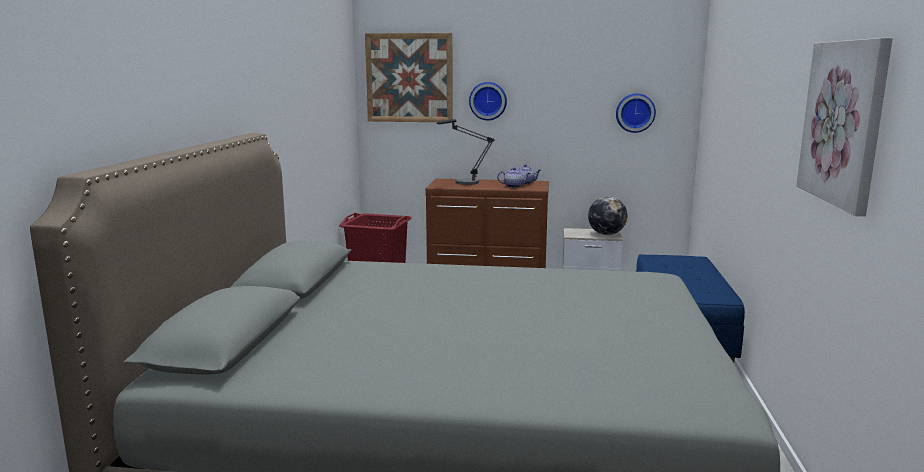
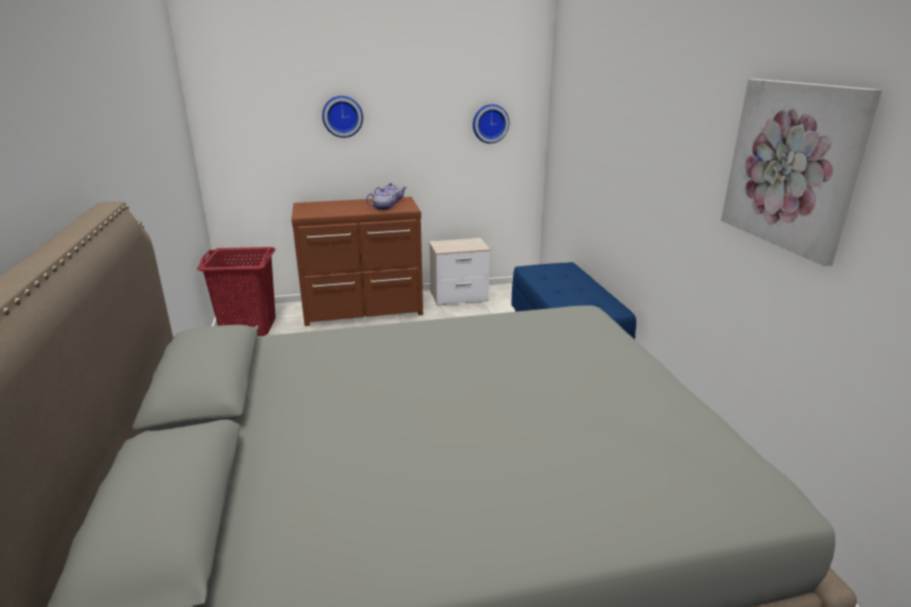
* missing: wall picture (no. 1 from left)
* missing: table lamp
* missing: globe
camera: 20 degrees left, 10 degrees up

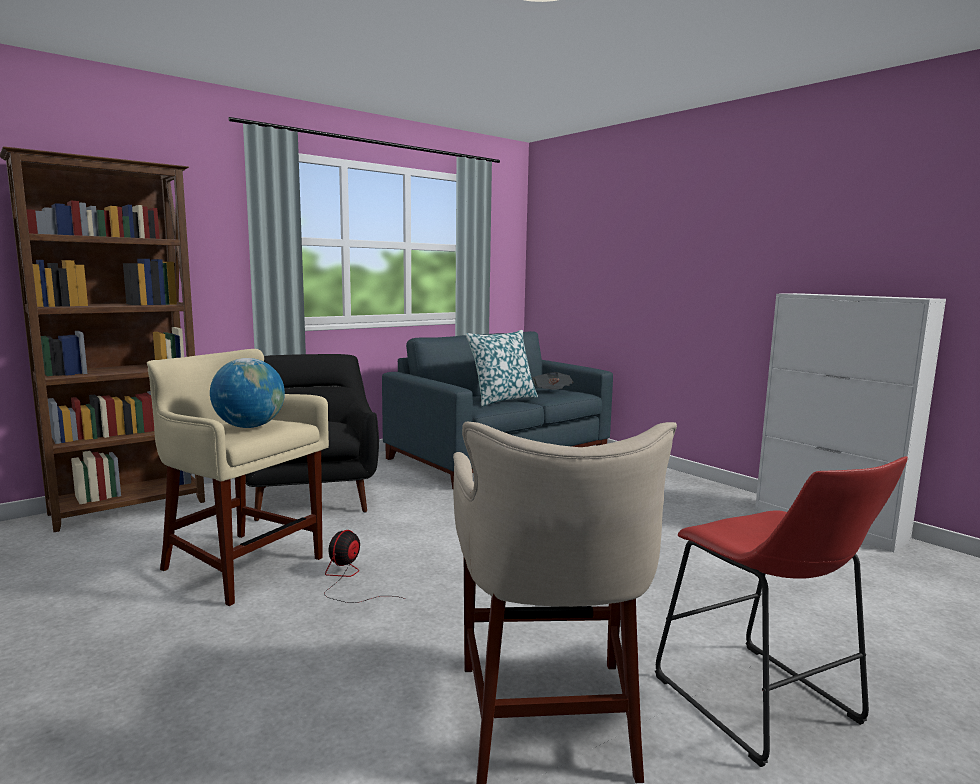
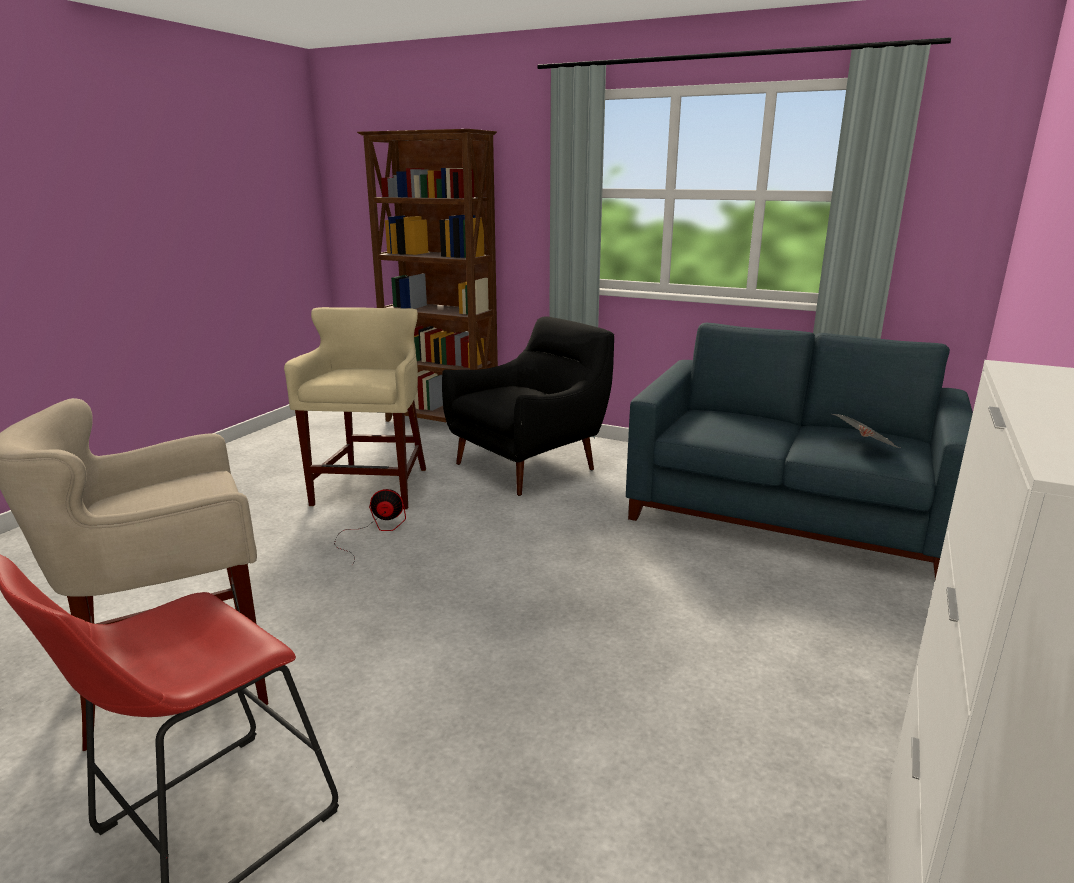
* missing: globe
* missing: pillow
camera: 65 degrees right, 10 degrees up

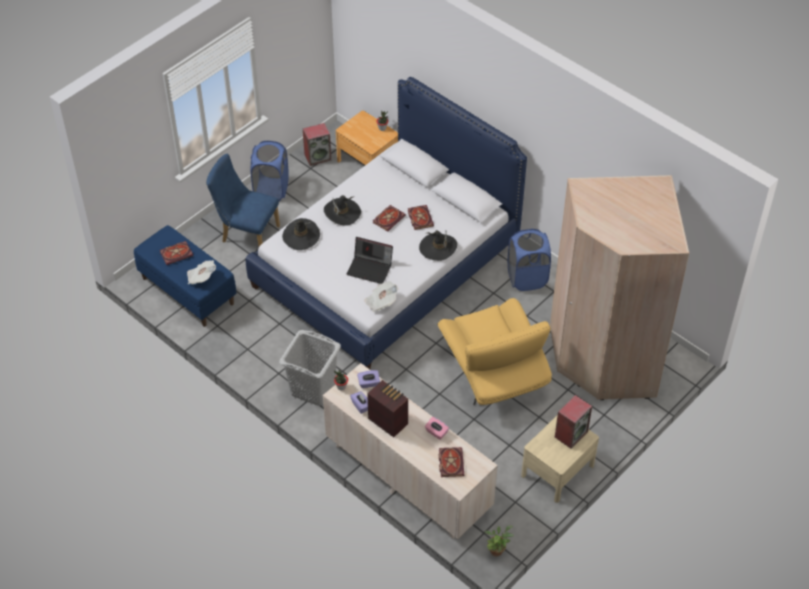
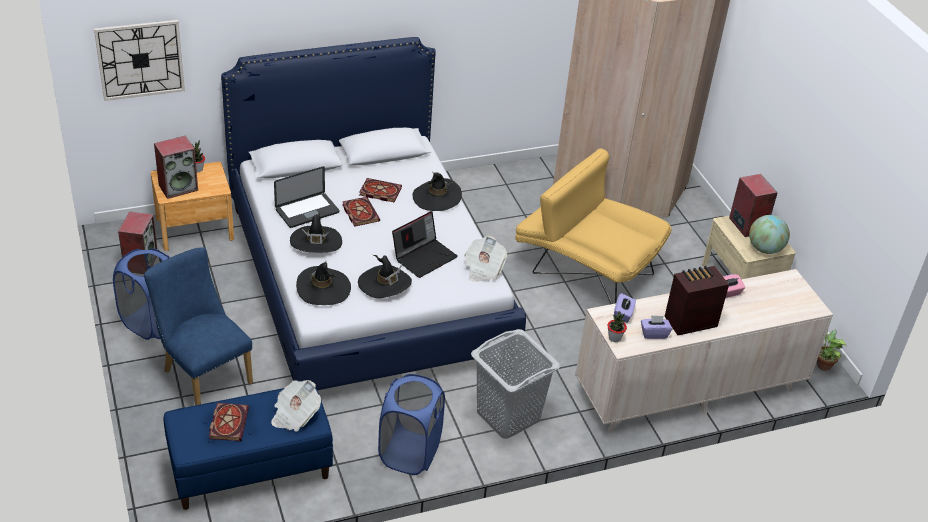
* spun: upright chair/blue 90 degrees clockwise
* spun: lounge chair/yellow-coloured 150 degrees counterclockwise
* missing: book (no. 4 from left)
* relocated: laundry basket/blue (no. 2 from left)
* appeared: clock on the wall
* appeared: speaker (no. 2 from left)
* appeared: portable computer (no. 1 from left)
* appeared: clothing hat/black (no. 3 from left)
* appeared: globe
camera: 65 degrees left, 10 degrees down

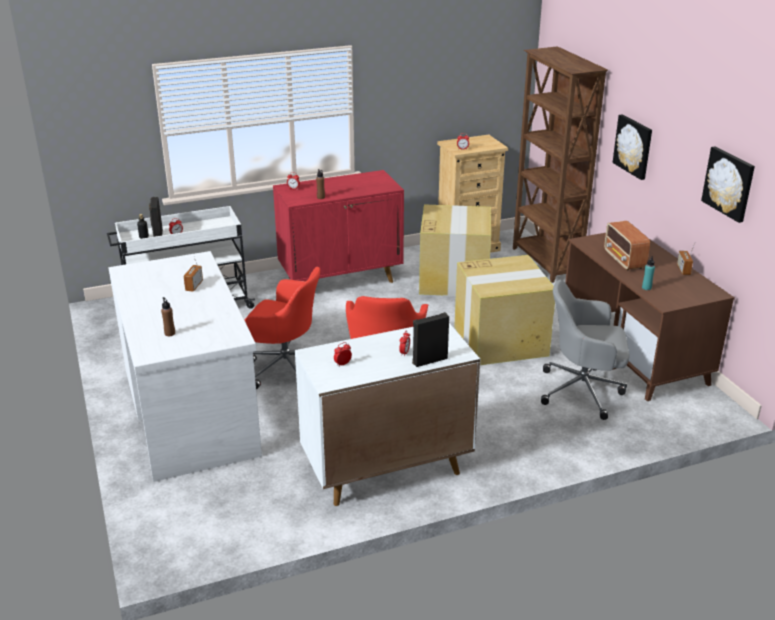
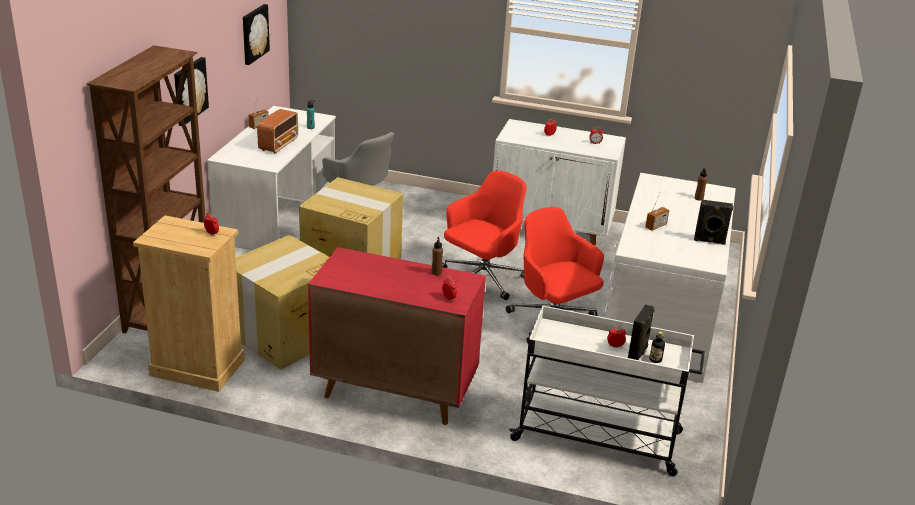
* relocated: speaker/black (no. 2 from left)
* colour: desk unit/brown to desk unit/white-coloured (no. 1 from left)
camera: 145 degrees left, 0 degrees up

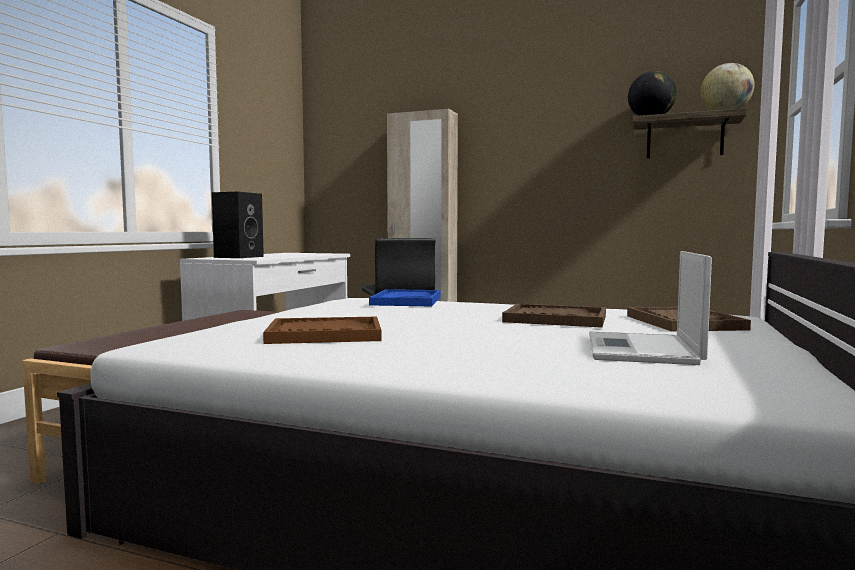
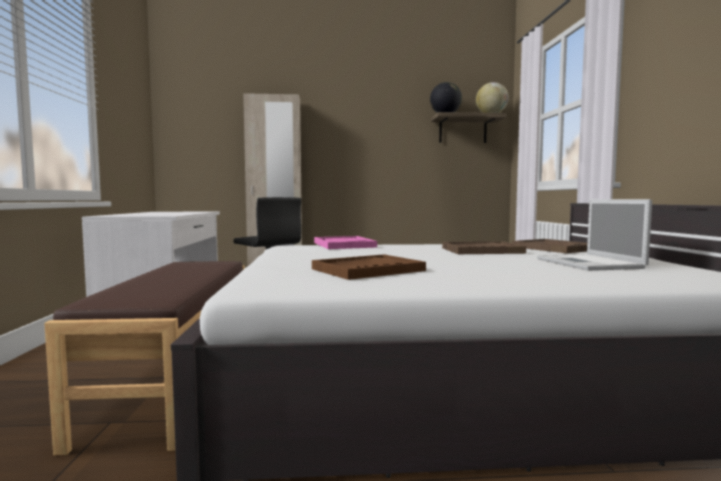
* missing: speaker/black
* colour: carrying tray/blue to carrying tray/pink
camera: 25 degrees left, 0 degrees up

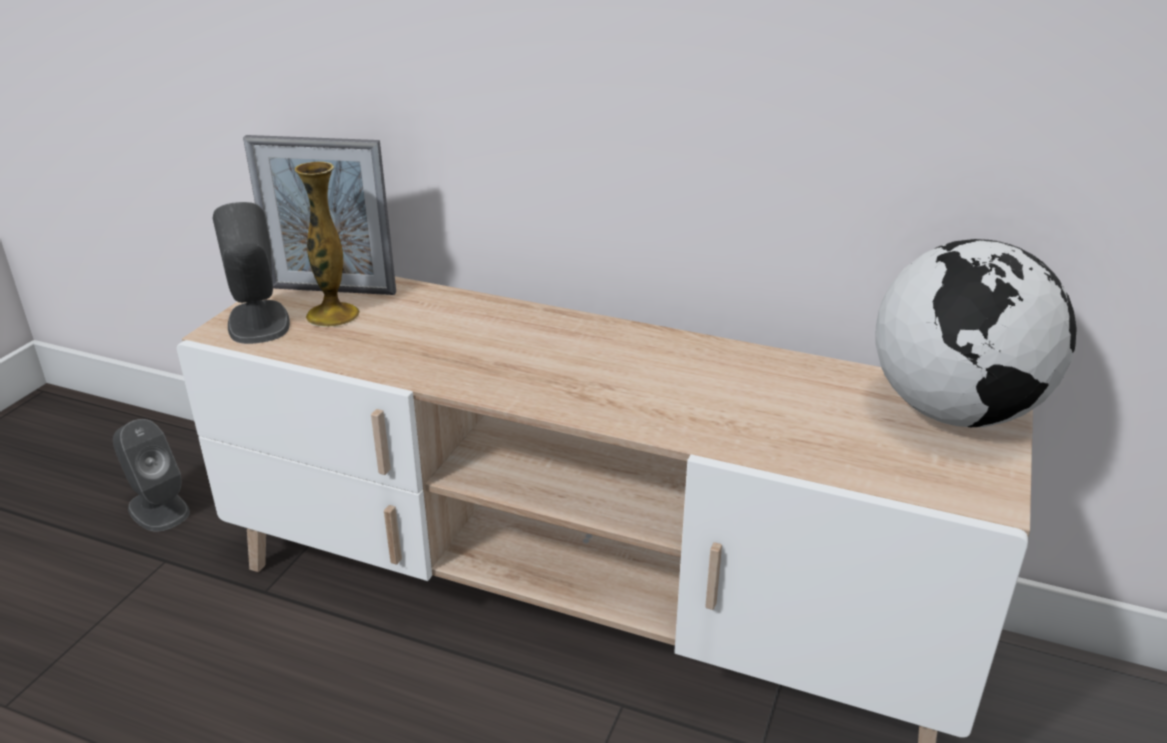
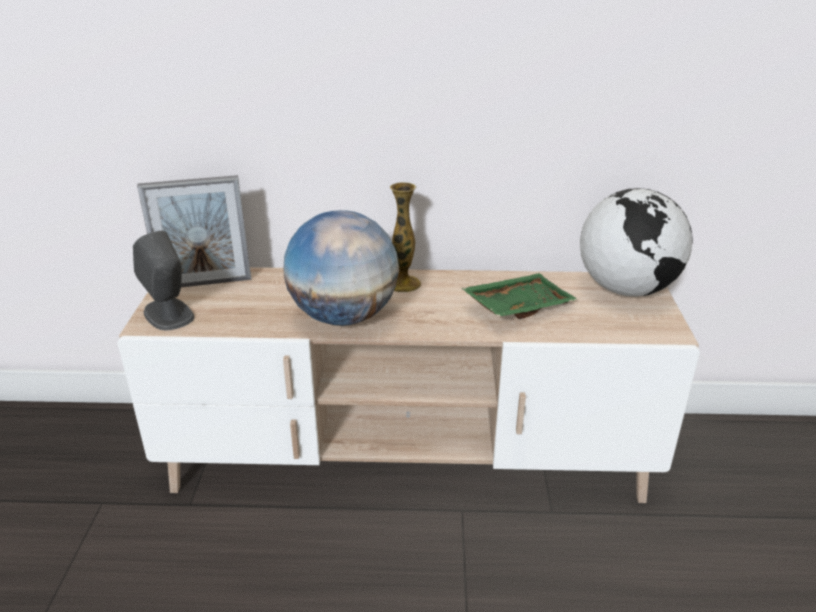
* missing: speaker/greyish (no. 1 from left)
* relocated: vase
* appeared: globe (no. 1 from left)
* appeared: carrying tray/greenish
camera: 20 degrees left, 0 degrees up

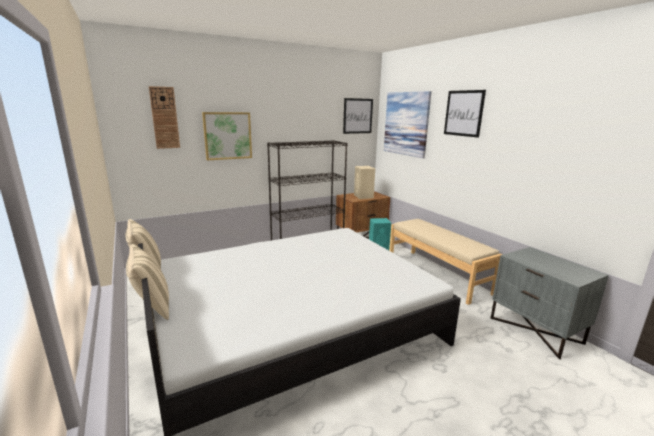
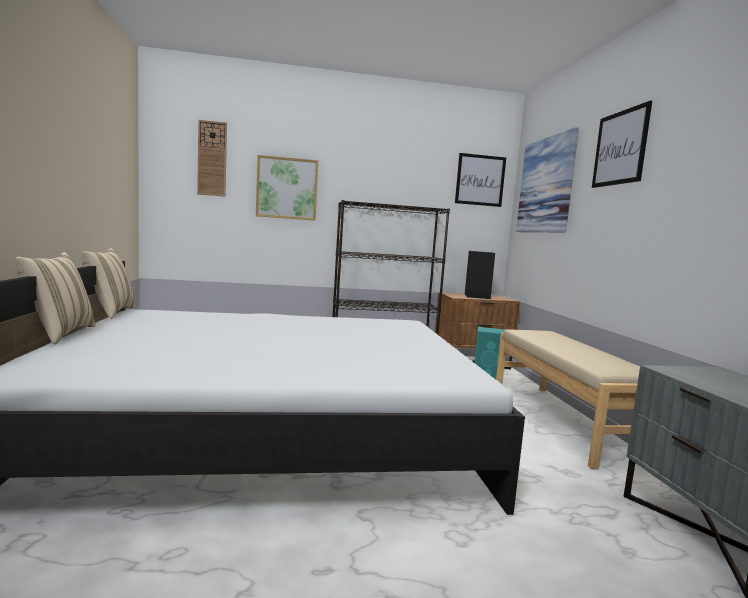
* colour: speaker/sand-coloured to speaker/black
camera: 20 degrees right, 10 degrees down

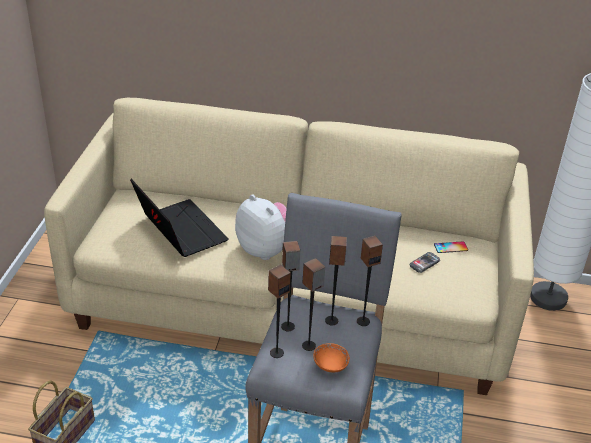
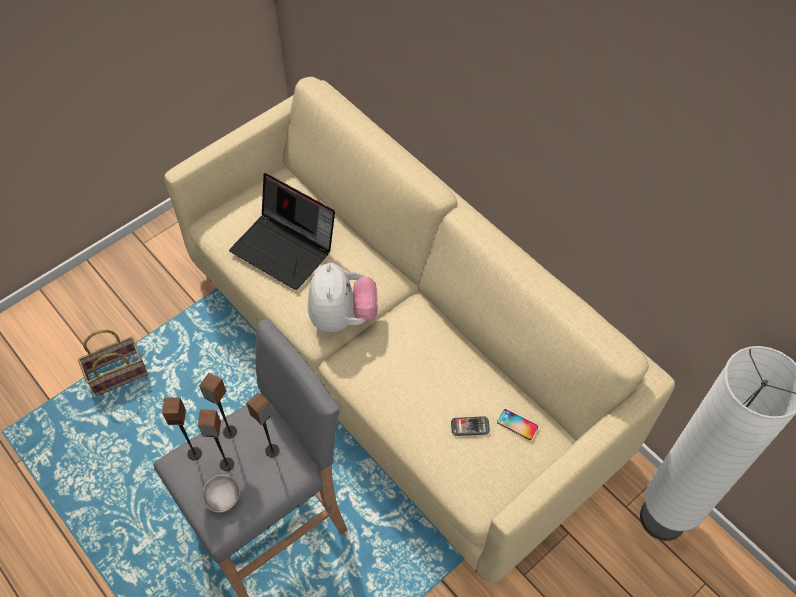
* spun: portable computer 120 degrees clockwise
* colour: serving bowl/orange to serving bowl/greyish
* missing: speaker (no. 5 from left)
camera: 40 degrees right, 20 degrees up

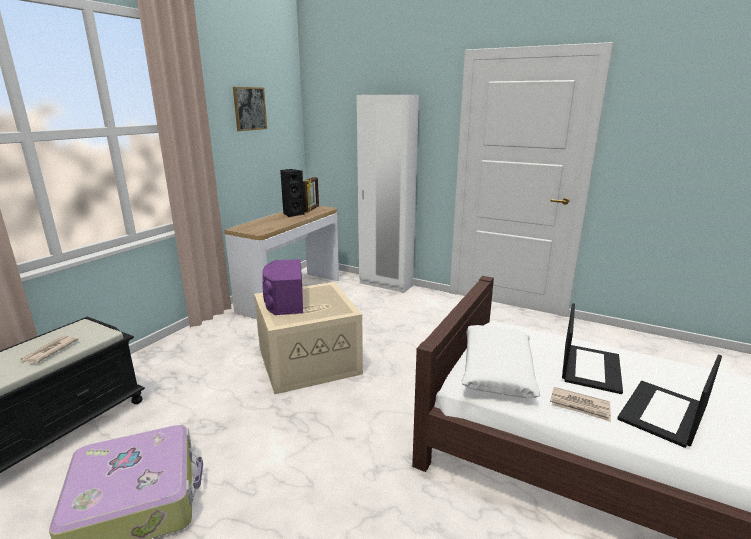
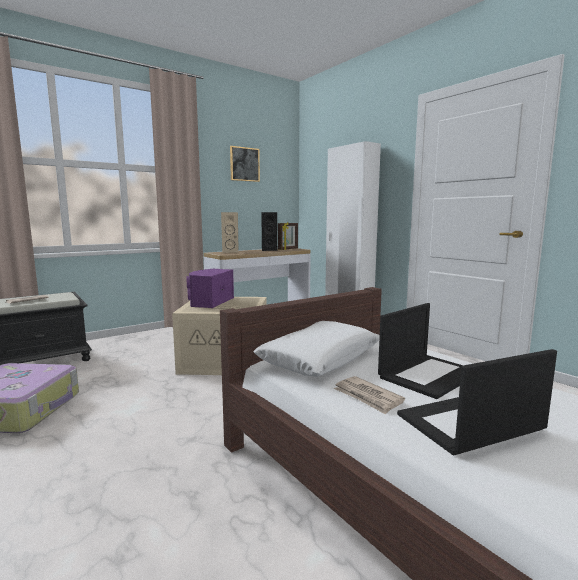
* appeared: speaker/sand-coloured
camera: 25 degrees right, 10 degrees down

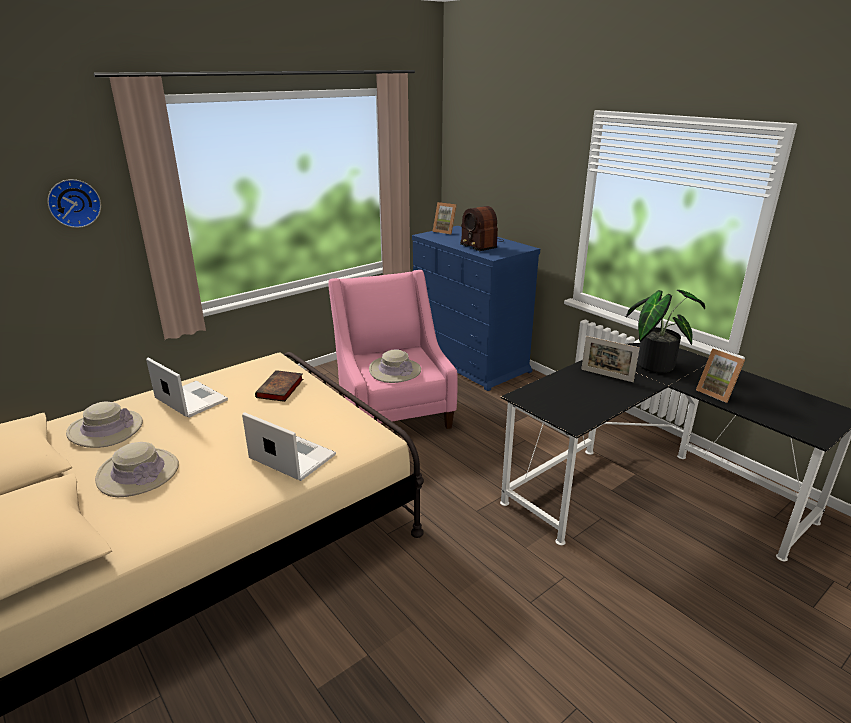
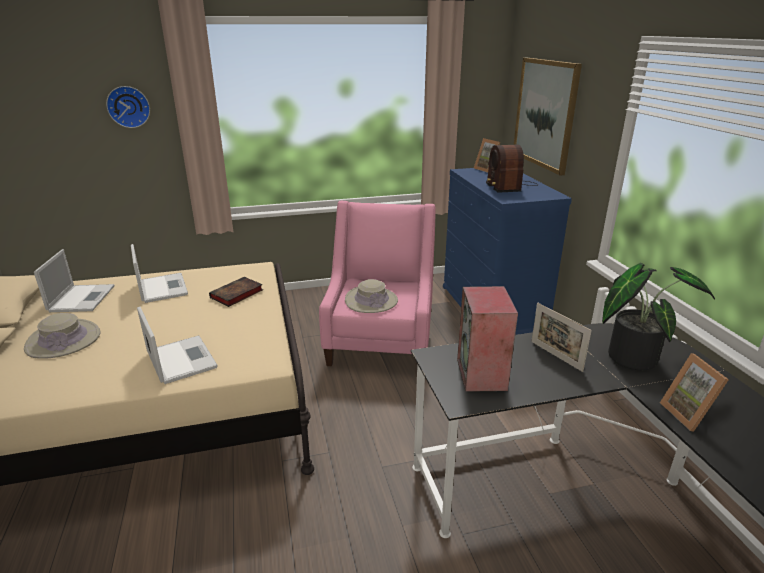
* exchanged: clothing hat/sand-coloured (no. 1 from left) to portable computer (no. 1 from left)
* appeared: speaker
* appeared: wall picture
camera: 25 degrees right, 0 degrees up

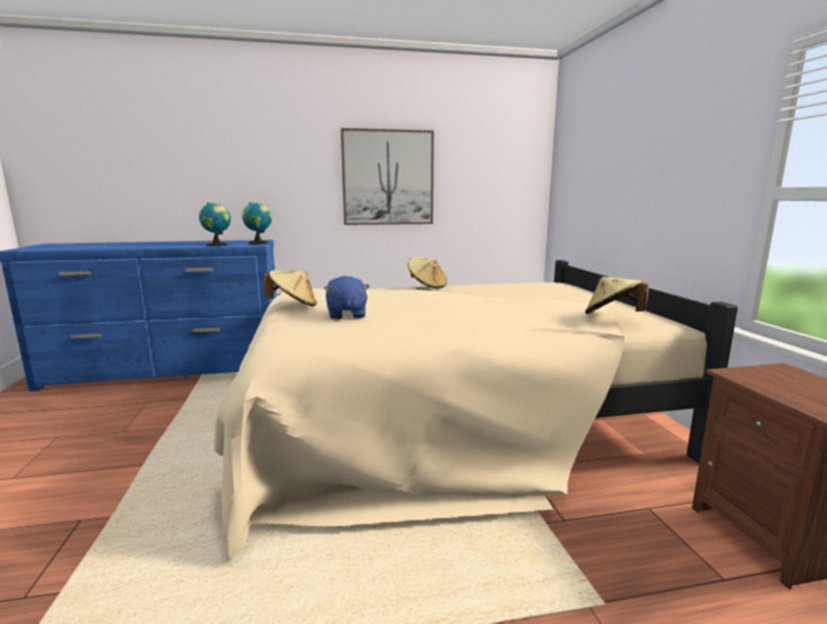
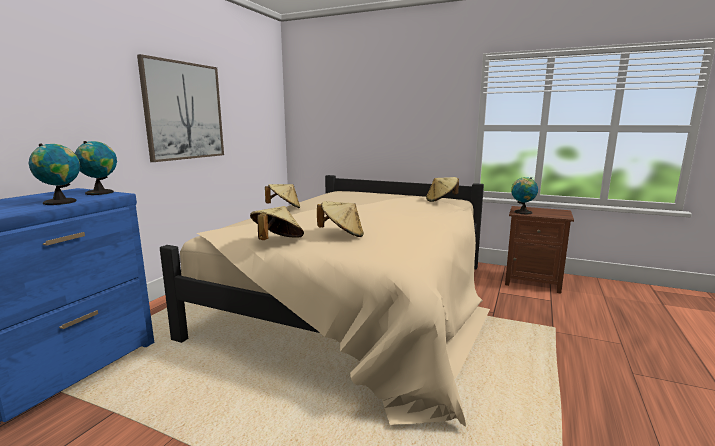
* exchanged: plush toy/blue to clothing hat/sand-coloured (no. 3 from left)
* appeared: globe (no. 3 from left)
camera: 55 degrees left, 0 degrees up

